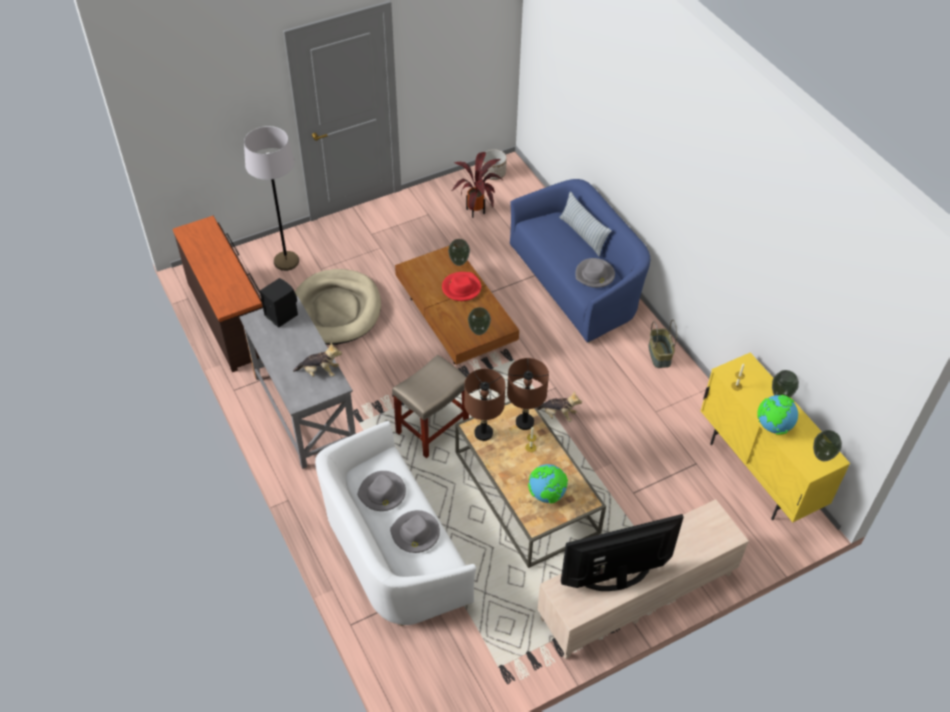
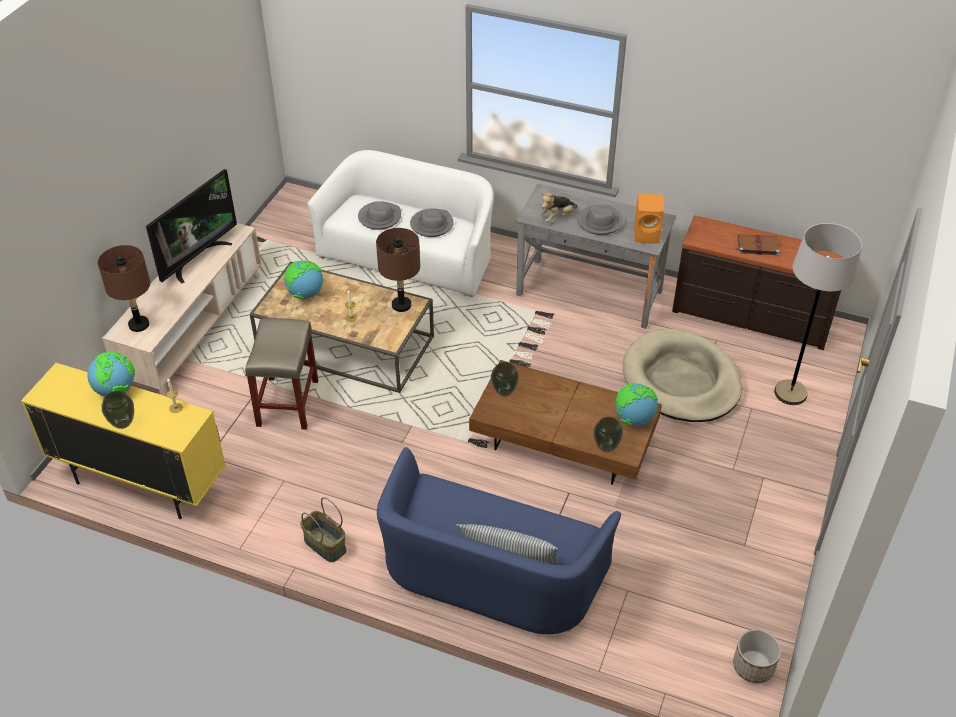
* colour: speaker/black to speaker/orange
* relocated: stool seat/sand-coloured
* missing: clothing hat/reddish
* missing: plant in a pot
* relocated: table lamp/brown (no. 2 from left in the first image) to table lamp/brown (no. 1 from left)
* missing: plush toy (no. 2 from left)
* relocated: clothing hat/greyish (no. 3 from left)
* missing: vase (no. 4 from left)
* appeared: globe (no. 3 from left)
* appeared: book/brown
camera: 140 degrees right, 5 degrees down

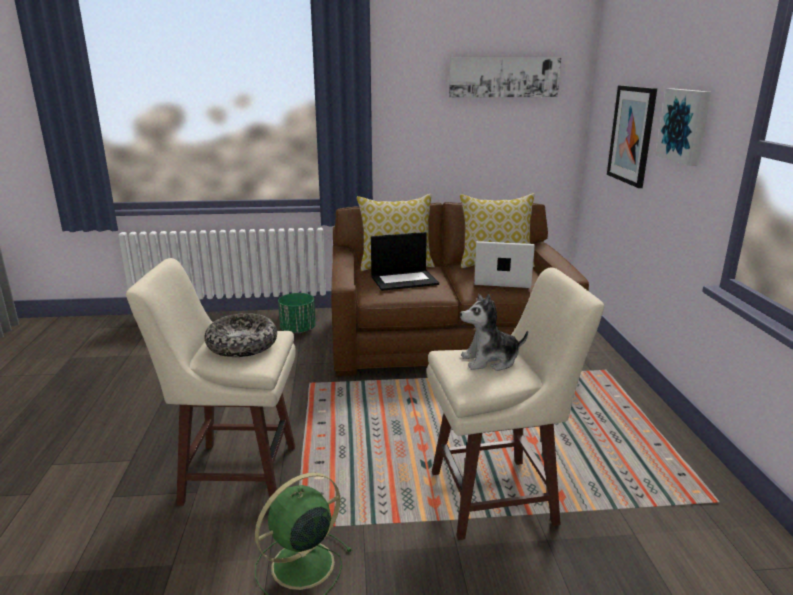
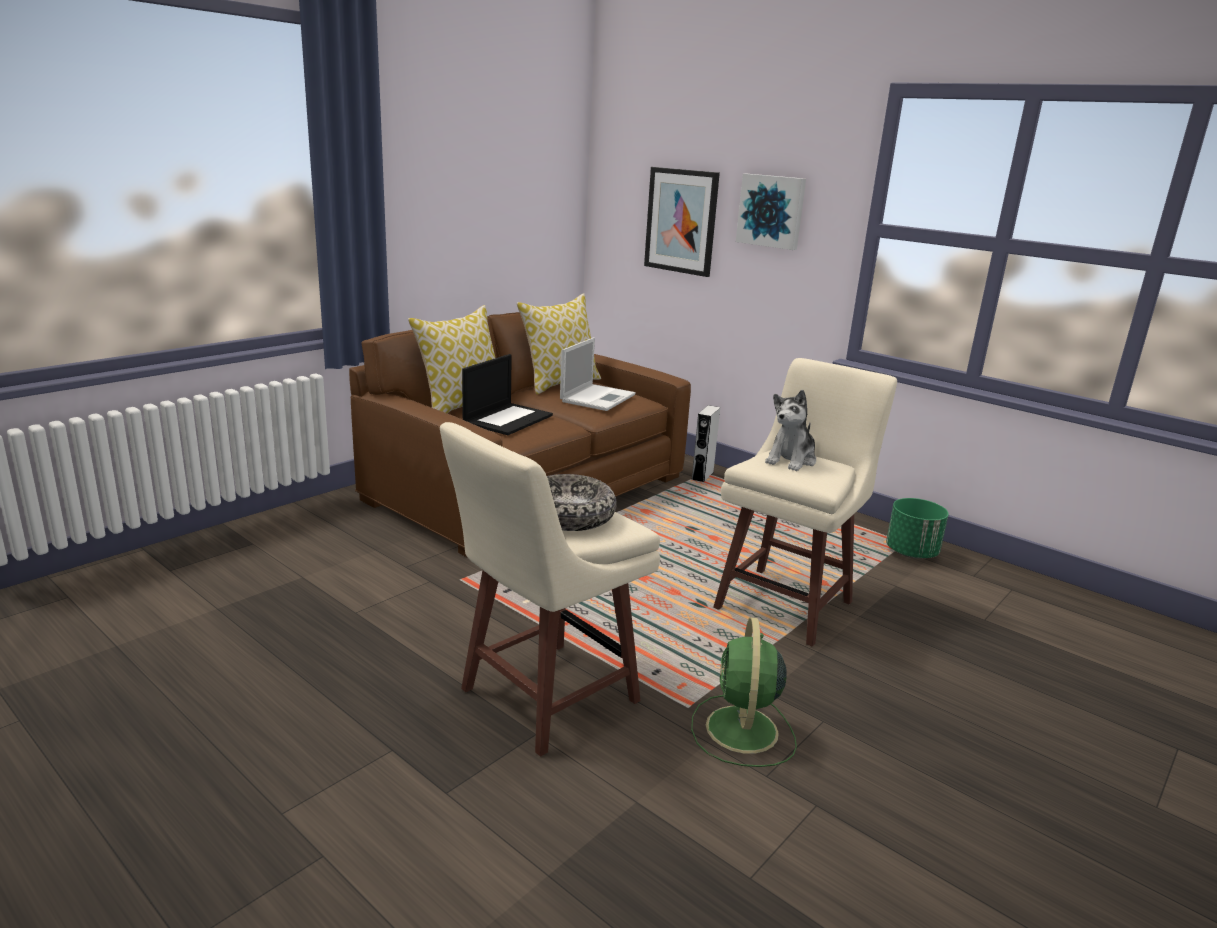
* relocated: flower pot/greenish
* missing: wall picture (no. 1 from left)
* spun: portable computer (no. 2 from left) 150 degrees clockwise
* appeared: speaker/greyish
camera: 45 degrees left, 0 degrees up

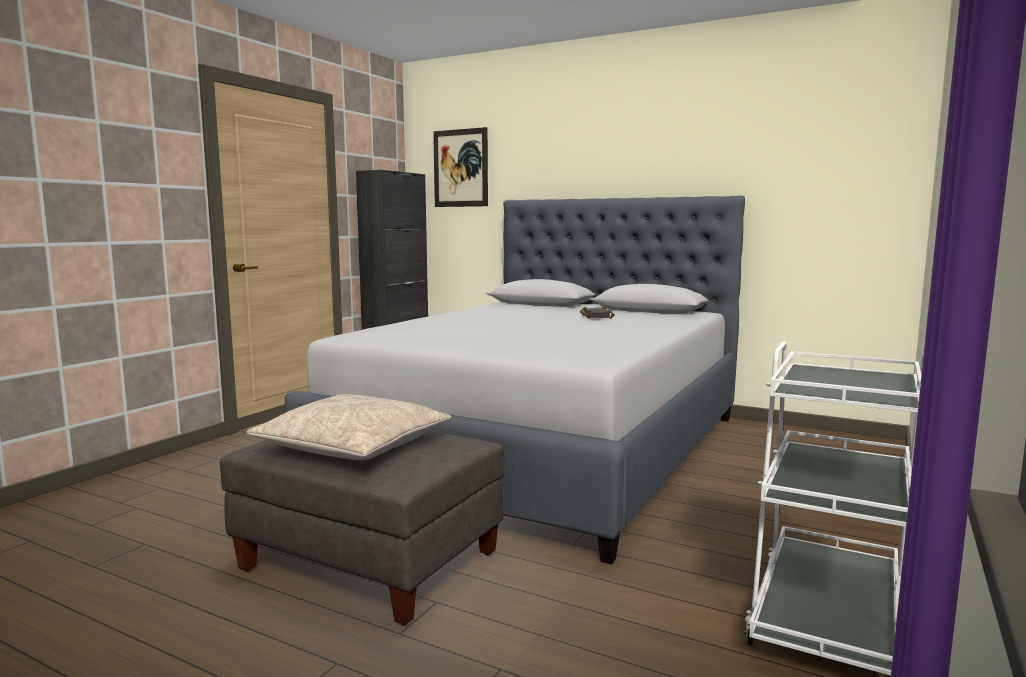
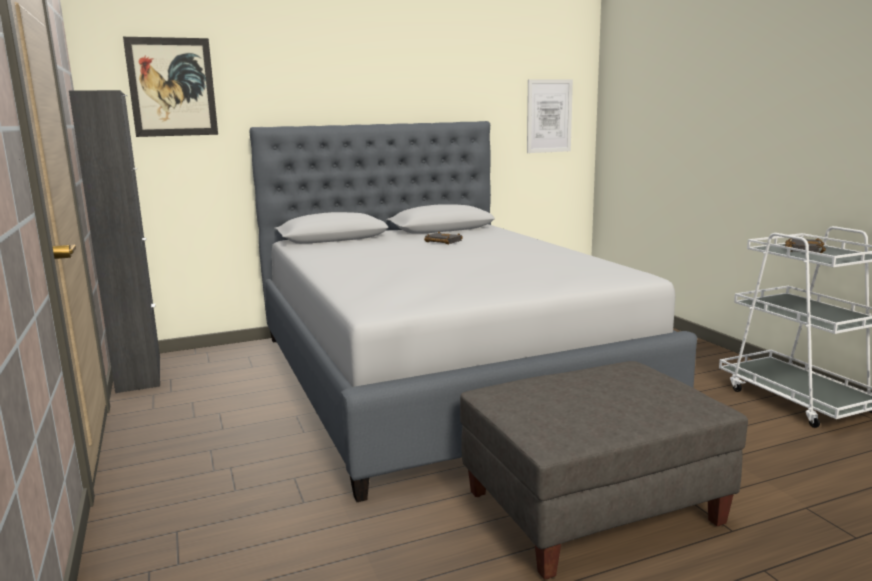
* missing: pillow/sand-coloured
* appeared: wall picture (no. 2 from left)
* appeared: book/black (no. 2 from left)
camera: 50 degrees left, 5 degrees up

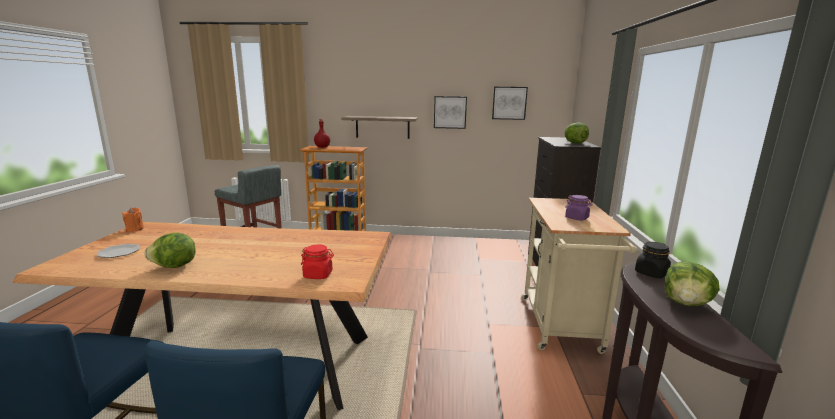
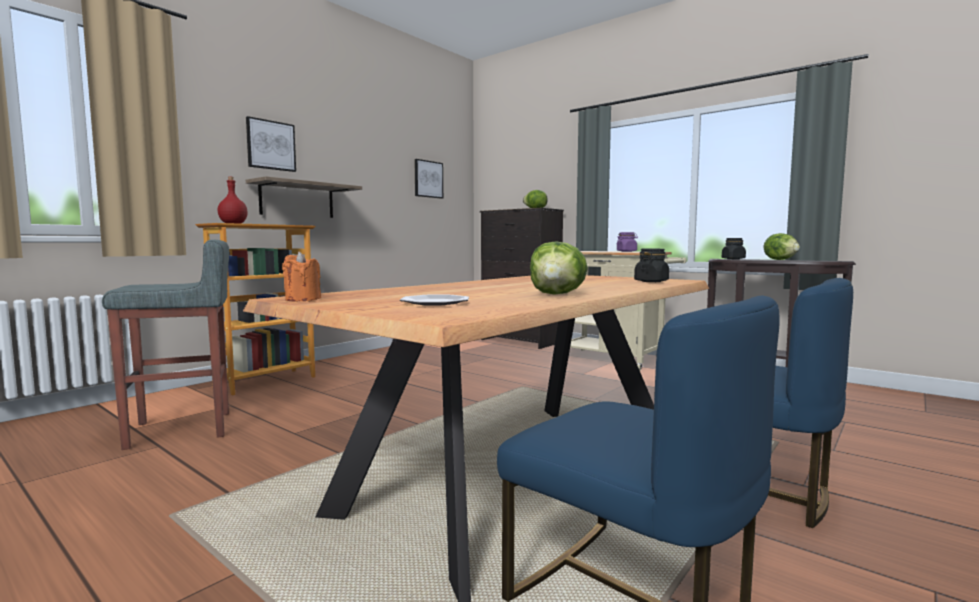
* colour: jar/reddish to jar/black (no. 1 from left)
* relocated: wall picture (no. 1 from left)
camera: 55 degrees left, 10 degrees down

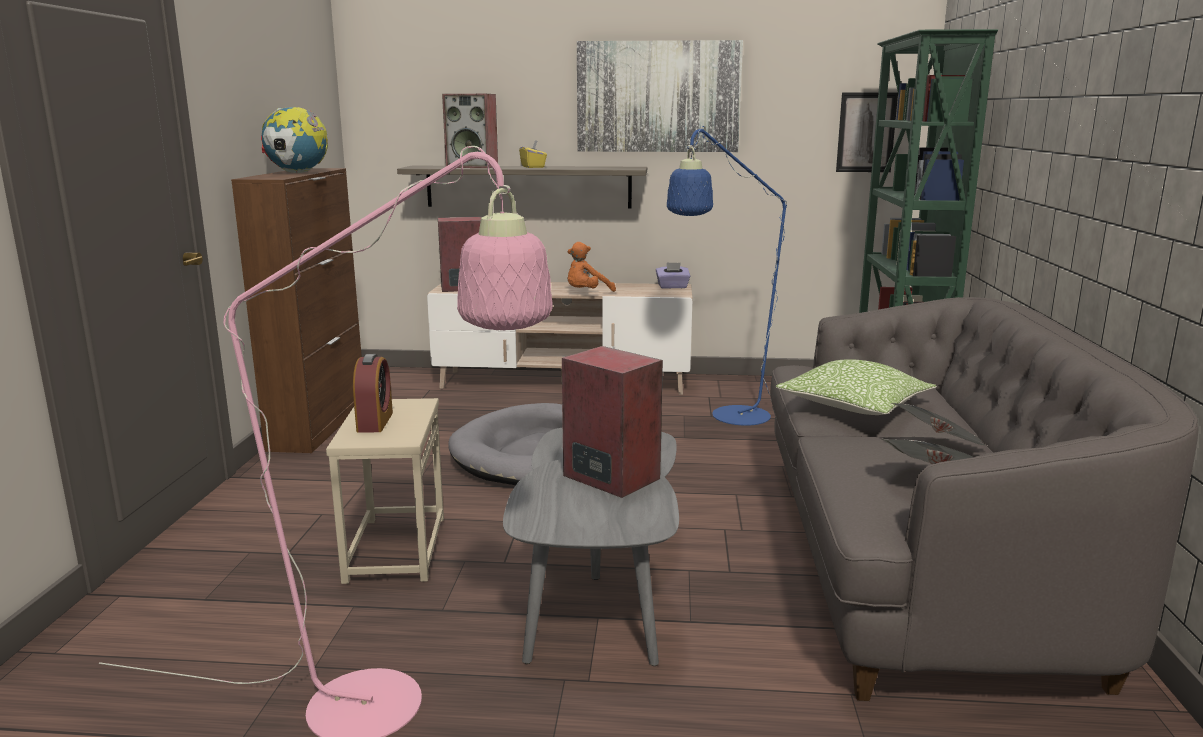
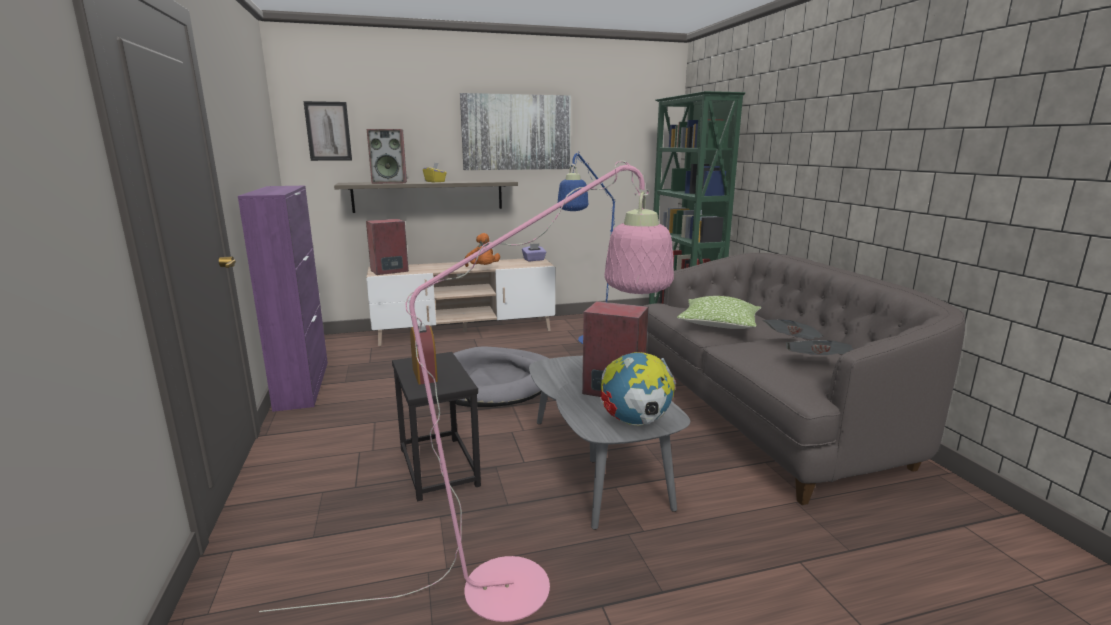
* colour: cabinet/brown to cabinet/purple-coloured
* relocated: globe
* colour: side table/sand-coloured to side table/black
* spun: plush toy/orange 60 degrees counterclockwise
* relocated: wall picture (no. 2 from left in the first image) to wall picture (no. 1 from left)
camera: 20 degrees left, 0 degrees up

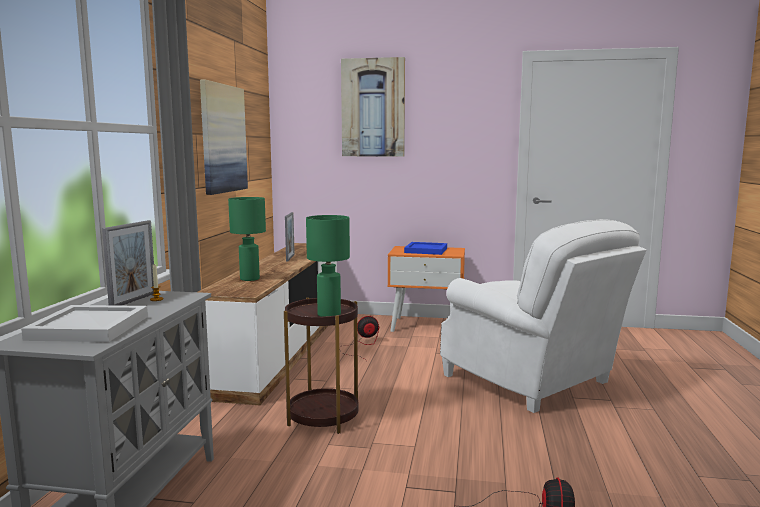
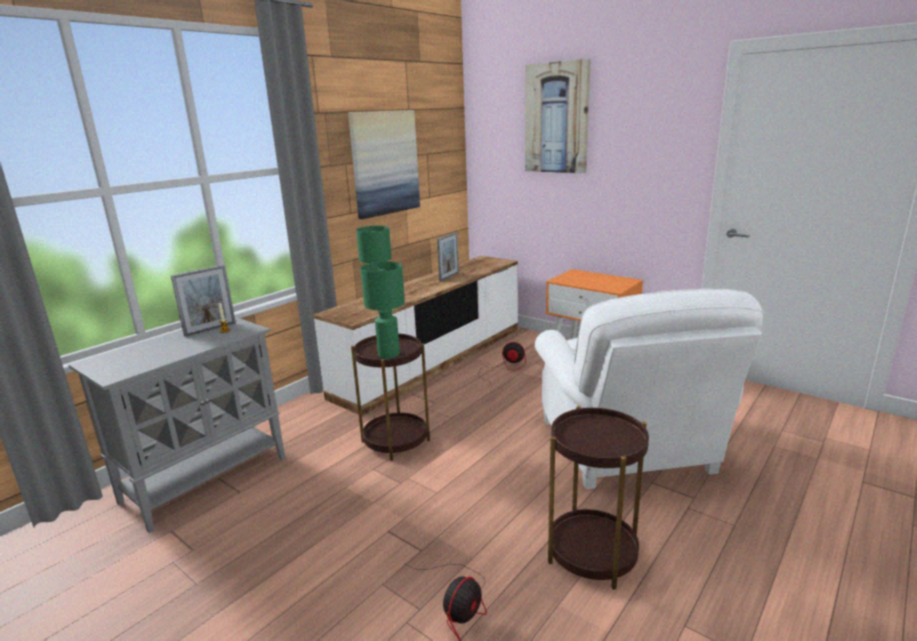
* missing: carrying tray/white-coloured
* missing: carrying tray/blue
* appeared: side table/brown (no. 2 from left)
camera: 30 degrees right, 10 degrees up

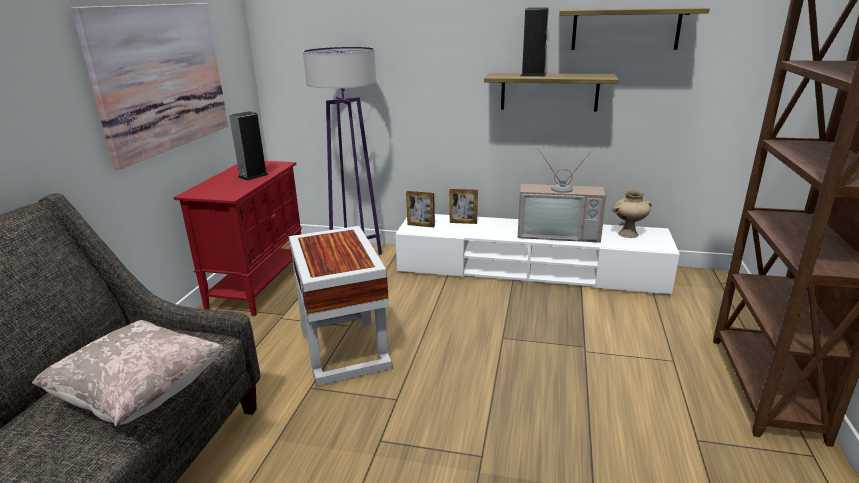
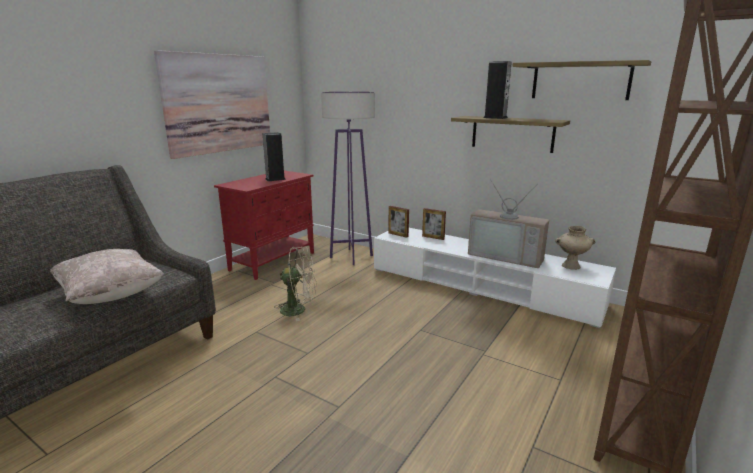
* exchanged: side table/white-coloured to cooling fan/sand-coloured
camera: 20 degrees right, 5 degrees down

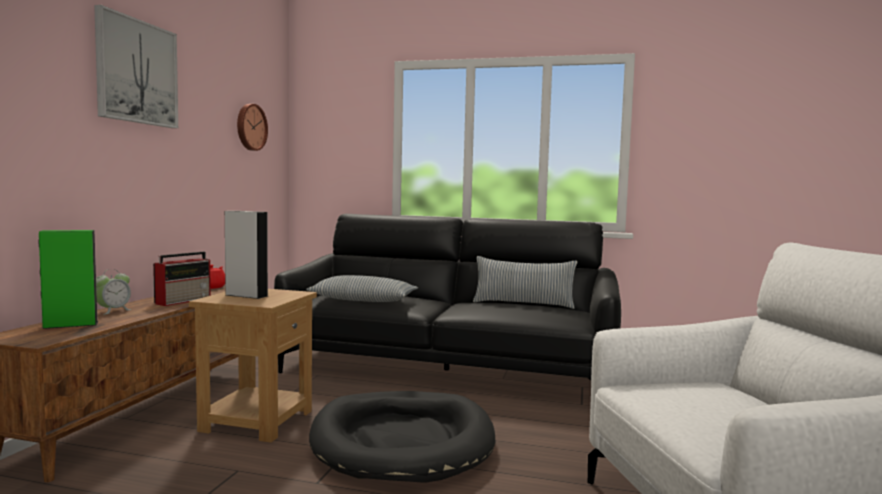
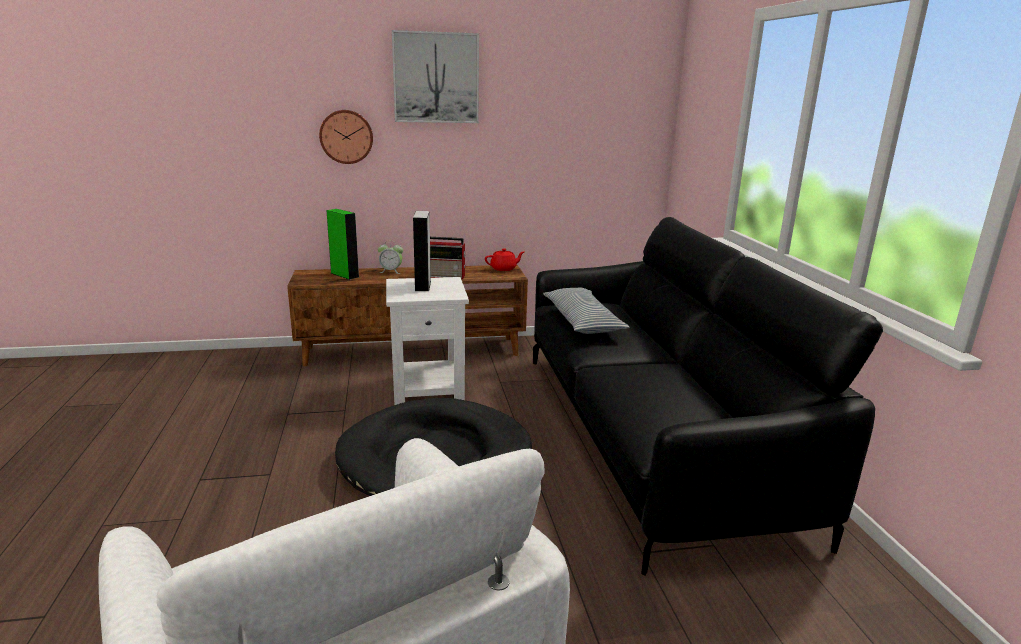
* colour: side table/brown to side table/white-coloured
* relocated: clock on the wall
* missing: pillow (no. 2 from left)
camera: 65 degrees right, 15 degrees up

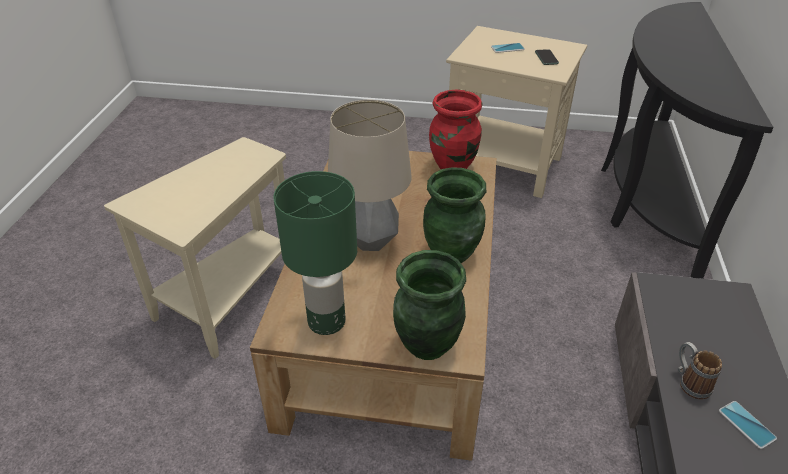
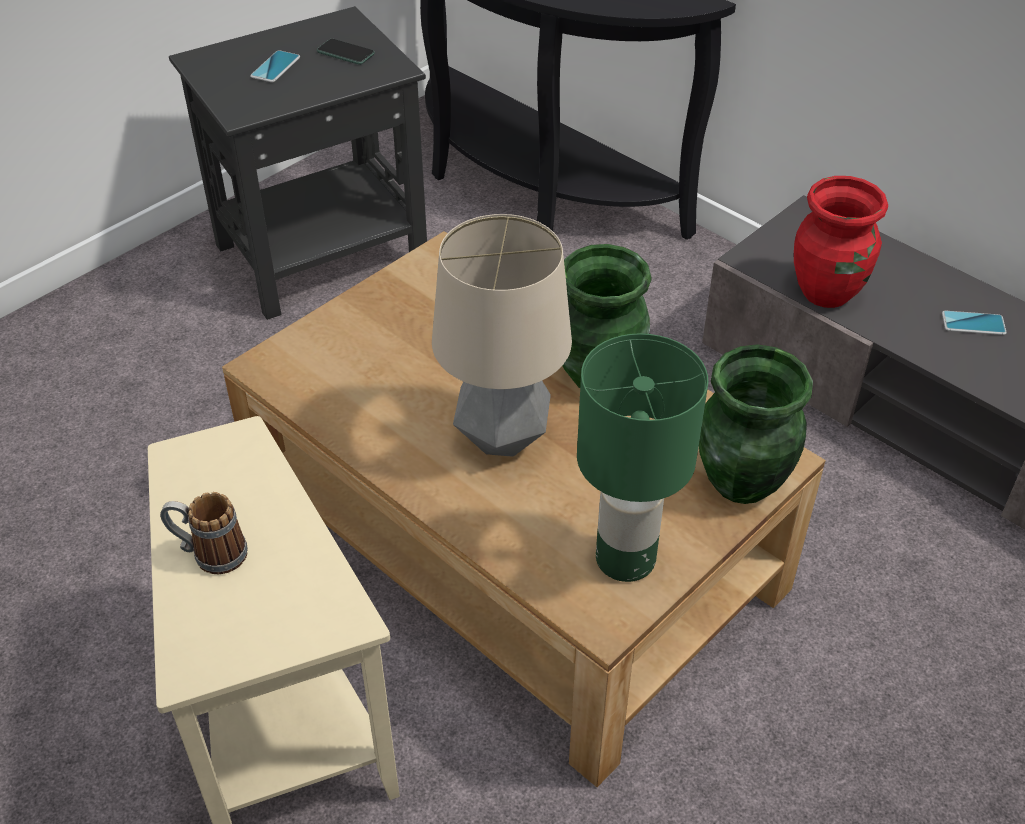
* relocated: vase/reddish
* colour: side table/sand-coloured (no. 2 from left) to side table/black
* relocated: tea mug
camera: 55 degrees left, 5 degrees up

